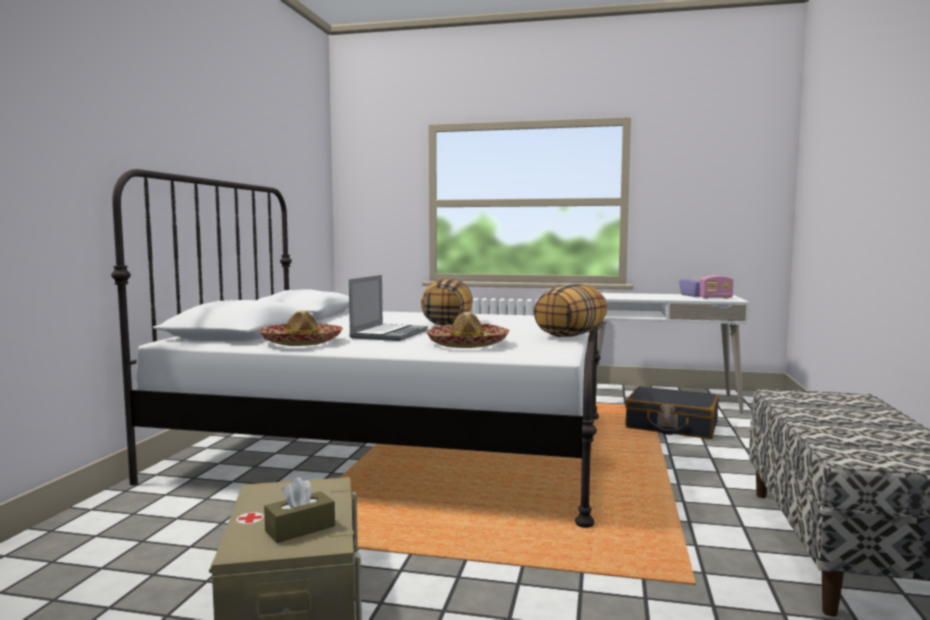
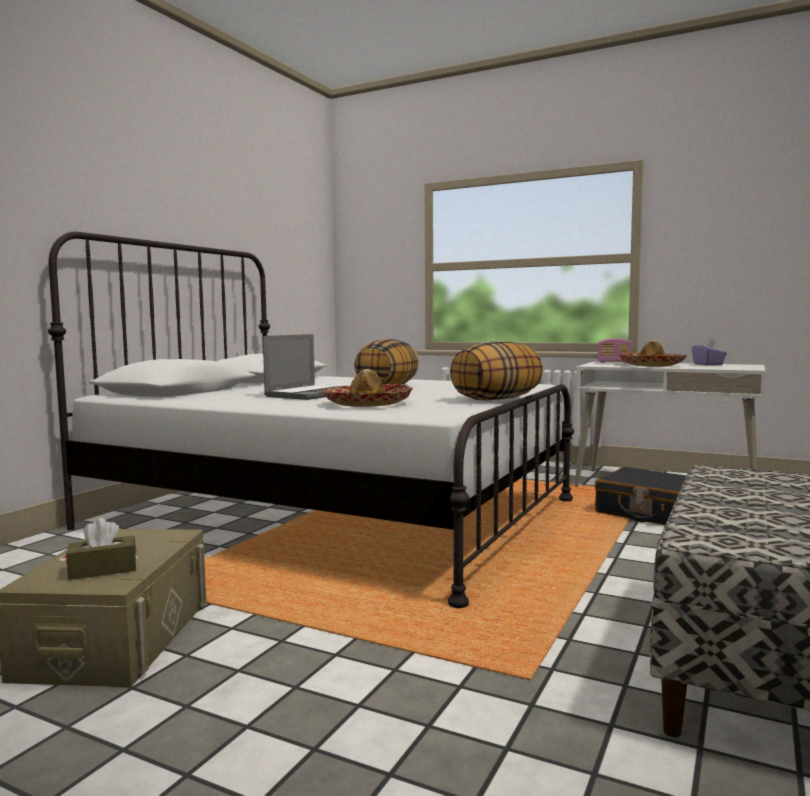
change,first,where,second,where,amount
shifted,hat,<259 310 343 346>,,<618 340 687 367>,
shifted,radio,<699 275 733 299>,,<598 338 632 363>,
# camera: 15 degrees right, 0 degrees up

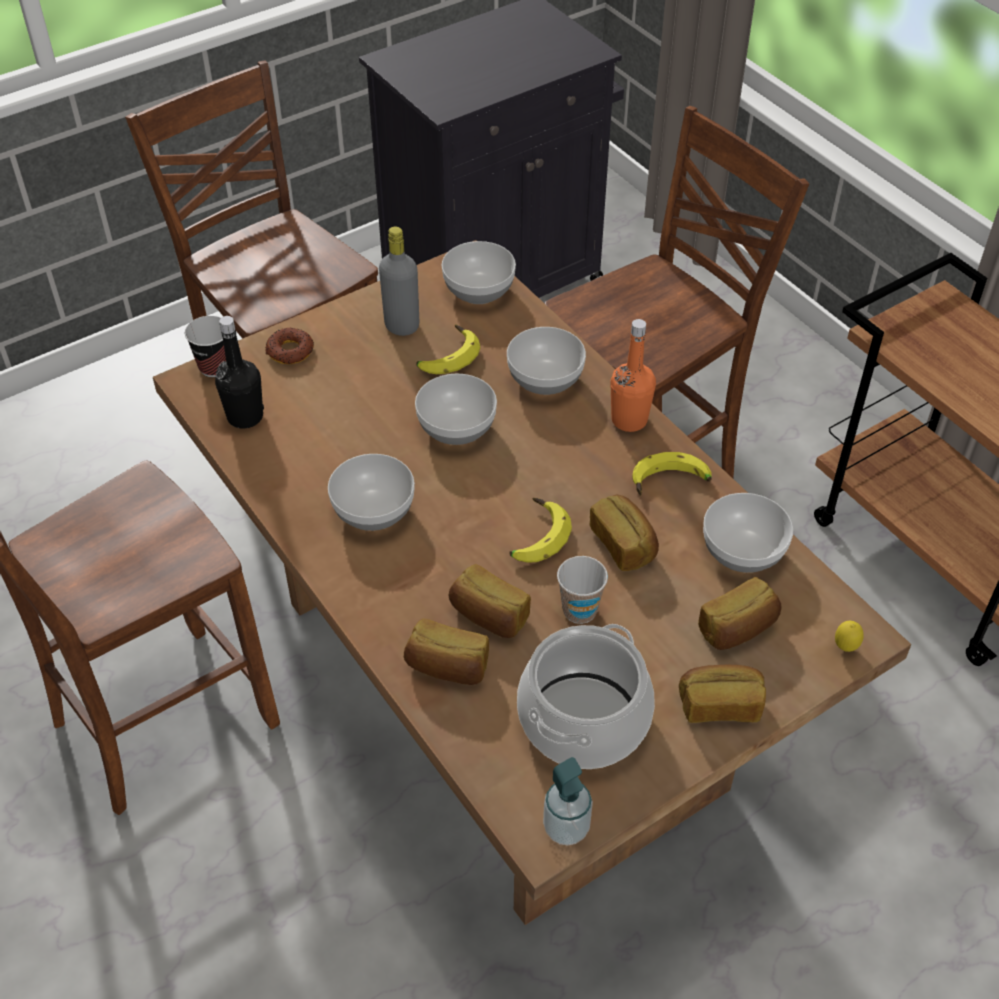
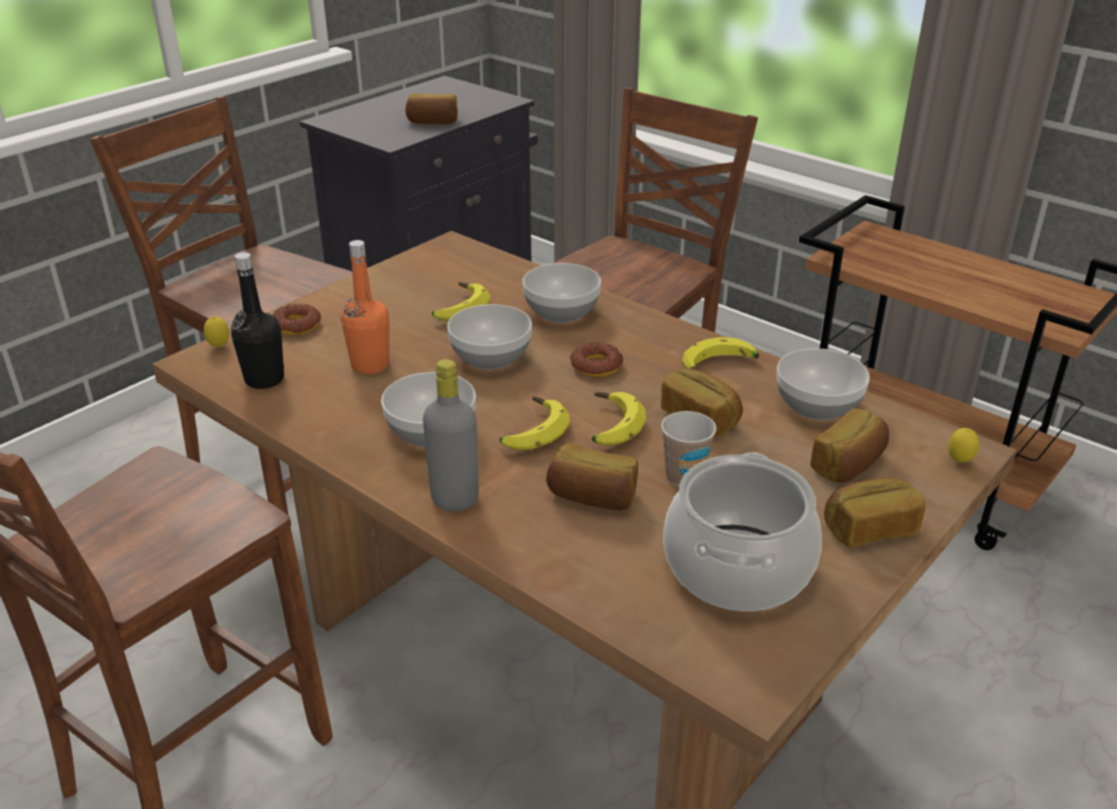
change,first,where,second,where,amount
swapped,cup,<185 316 226 377>,lemon,<204 316 229 348>,
shifted,bottle/grey,<379 226 419 336>,,<423 359 479 511>,
shifted,bread,<404 618 489 685>,,<405 93 458 124>,
gone,bowl,<442 241 516 304>,,,
gone,soap dispenser,<543 757 593 846>,,,
shifted,bottle/orange,<610 319 656 432>,,<341 240 389 374>,
new,,,banana,<499 397 570 450>,
new,,,donut,<570 342 623 377>,
# camera: 15 degrees left, 15 degrees down

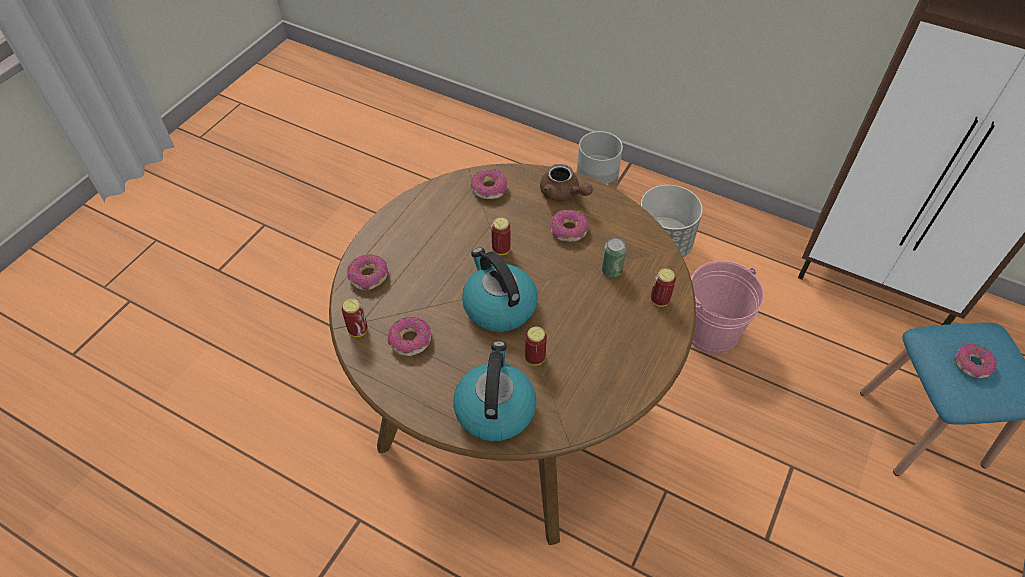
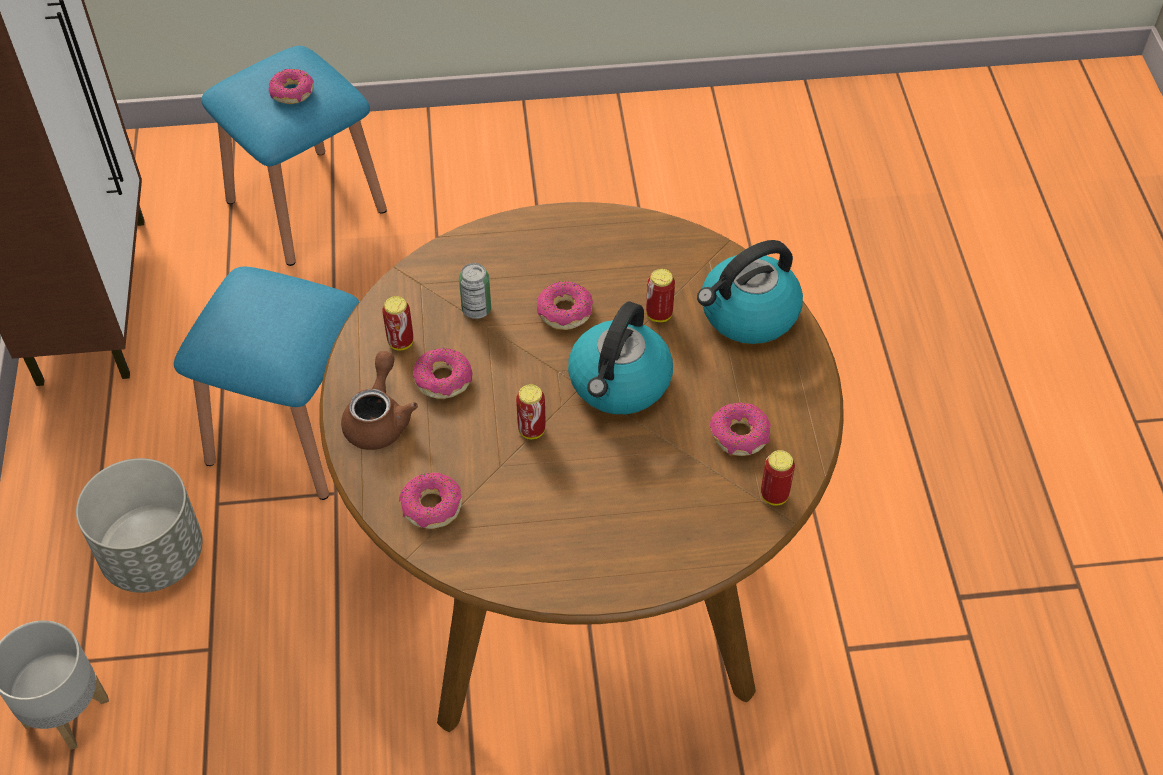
change,first,where,second,where,amount
shifted,donut,<347 254 389 290>,,<537 281 593 330>,
shifted,can,<651 268 676 307>,,<382 296 413 351>,
swapped,bucket/pink,<691 261 764 354>,stool/blue,<174 267 360 500>,
# camera: 125 degrees left, 0 degrees up

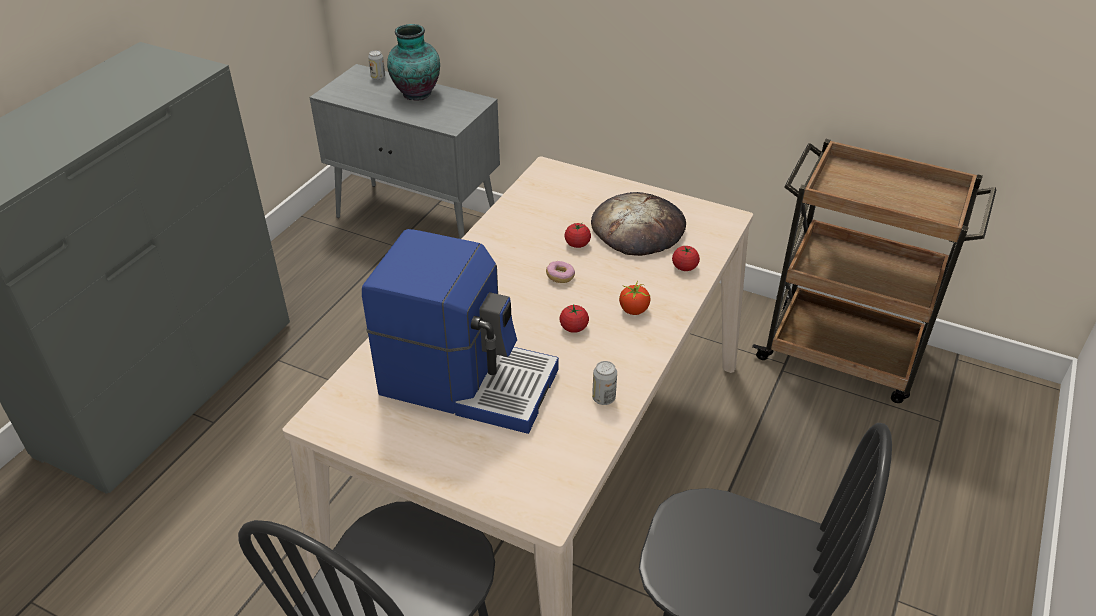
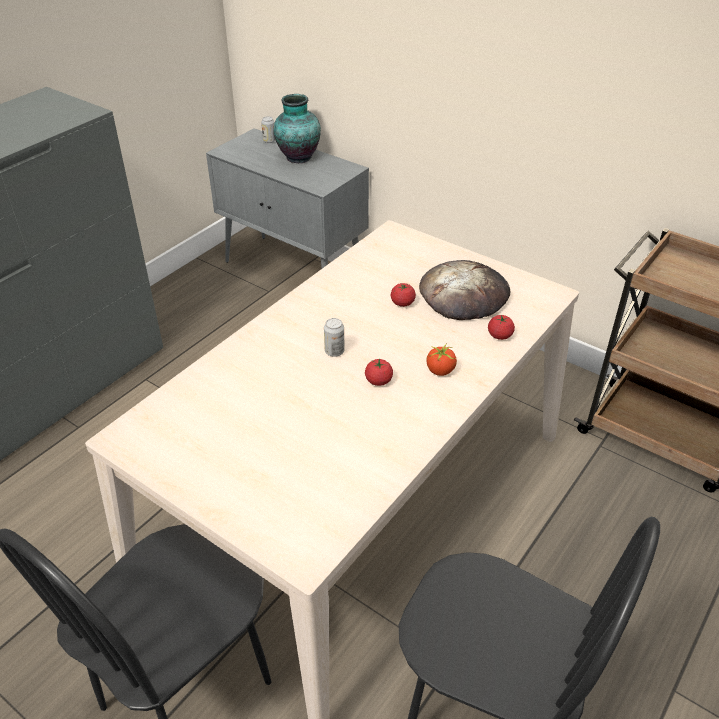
change,first,where,second,where,amount
gone,coffee machine,<362 229 559 434>,,,
gone,donut,<546 261 575 283>,,,
shifted,can,<592 361 617 405>,,<324 318 344 357>,
# camera: 10 degrees right, 0 degrees up

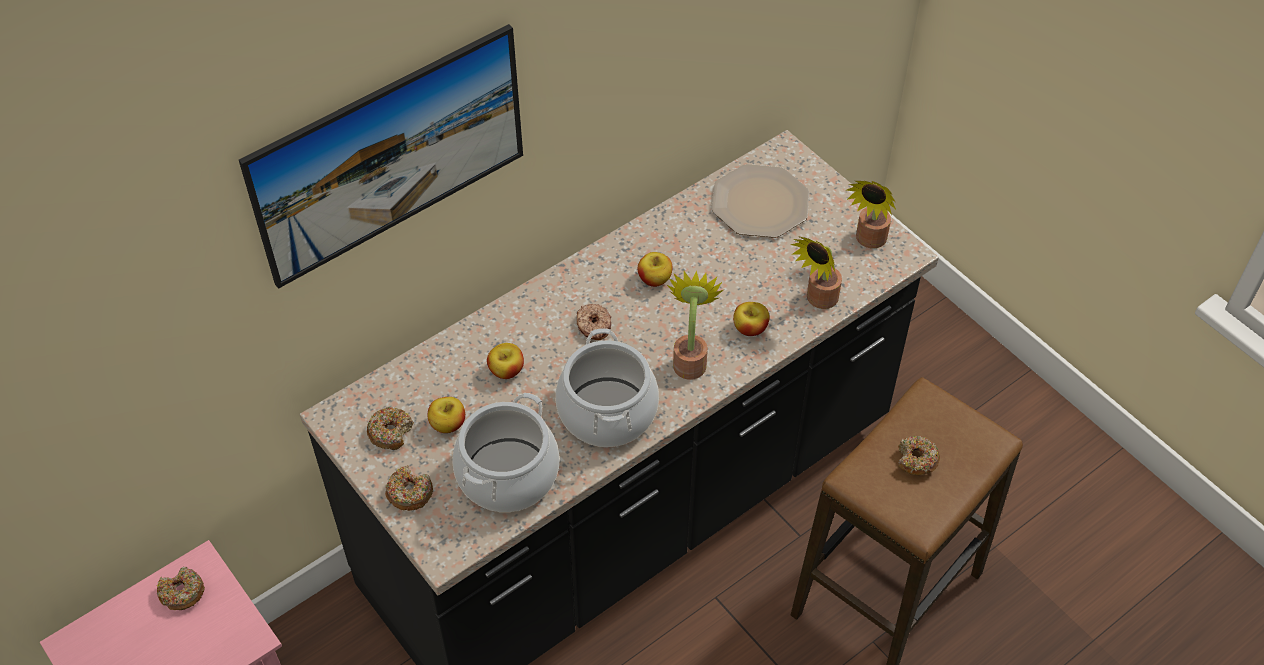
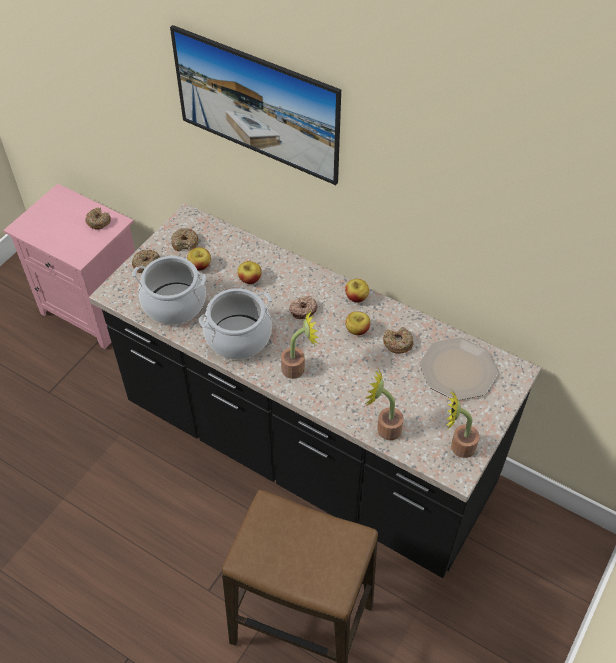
change,first,where,second,where,amount
shifted,apple,<733 302 770 336>,,<345 279 369 303>,
shifted,donut,<898 436 940 475>,,<383 327 413 354>,
# camera: 70 degrees right, 0 degrees up

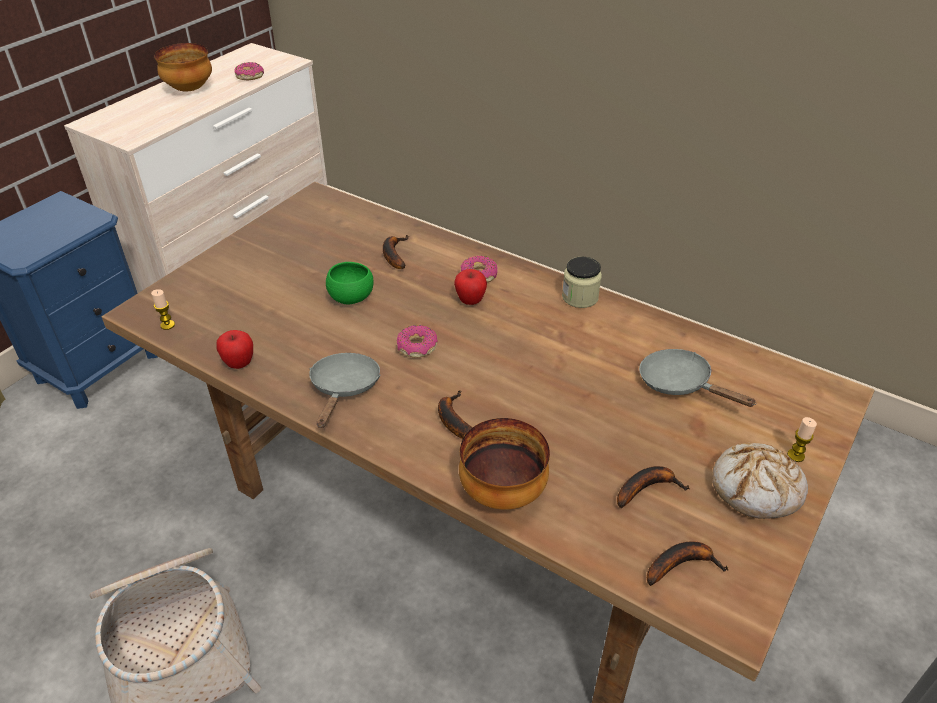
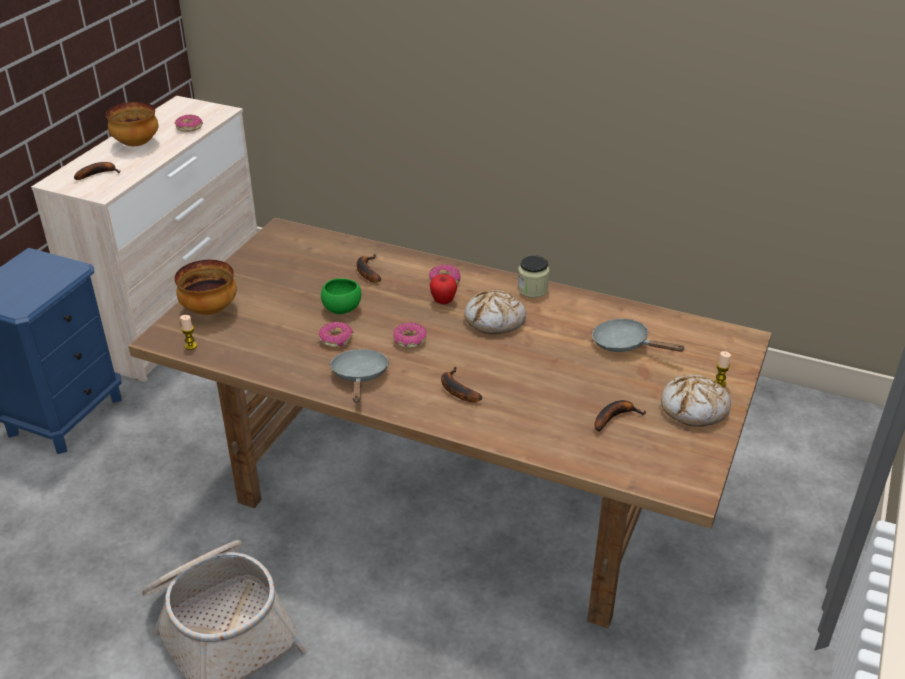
change,first,where,second,where,amount
gone,apple,<217 330 253 369>,,,
shifted,bowl,<459 418 550 510>,,<174 260 237 315>,
shifted,banana,<647 541 728 586>,,<74 162 120 180>,
new,,,donut,<319 322 353 348>,
new,,,bread,<464 291 526 334>,
# camera: 10 degrees left, 5 degrees down

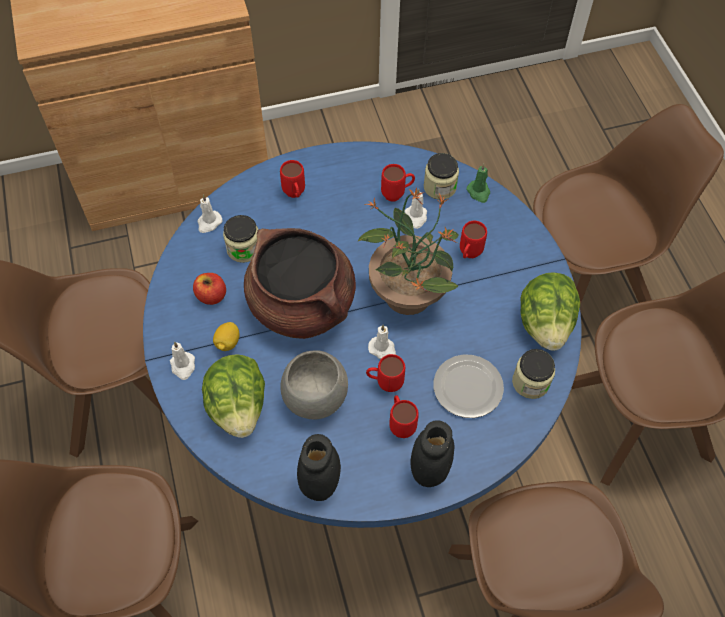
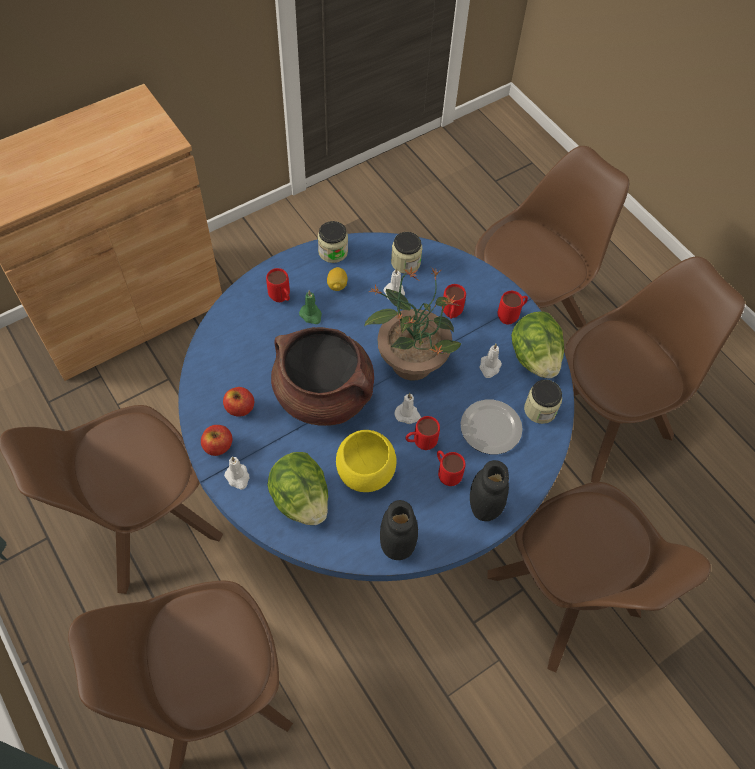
change,first,where,second,where,amount
shifted,candle/white,<197 194 223 233>,,<480 344 502 378>,
shifted,lemon,<213 322 240 351>,,<327 267 348 291>,
shifted,jar,<223 215 258 263>,,<318 221 348 263>,
repainted,bowl/grey,<280 350 348 419>,bowl/yellow,<336 430 397 492>,
shifted,mug/red,<381 164 415 202>,,<498 291 528 325>,
shifted,candle/green,<466 163 490 203>,,<299 290 322 324>,
new,,,apple,<201 425 233 456>,
# camera: 20 degrees left, 0 degrees up

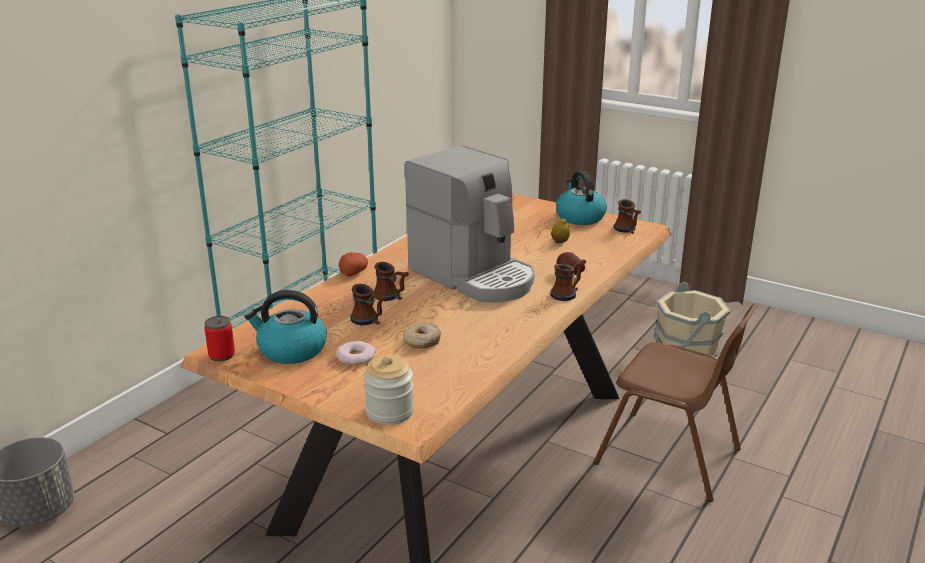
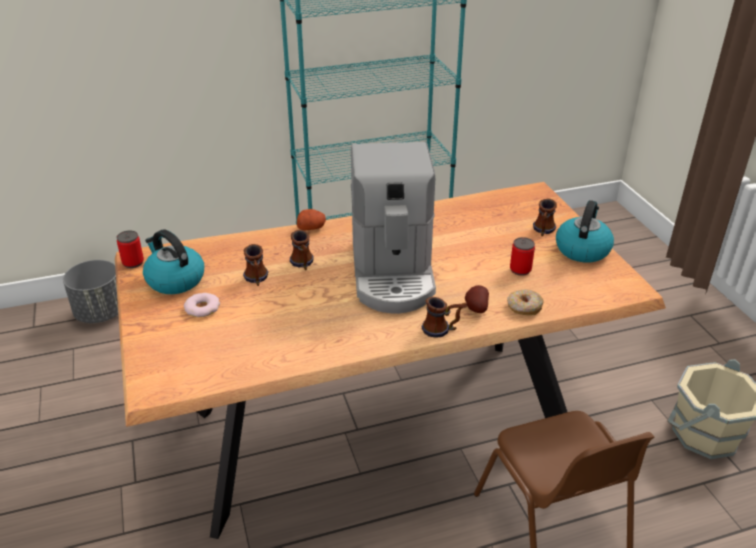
change,first,where,second,where,amount
gone,jar,<364 355 414 425>,,,
shifted,donut,<403 323 441 349>,,<507 290 544 315>,
swapped,lemon,<551 218 570 243>,can,<510 237 535 276>,
shifted,mug,<613 199 641 234>,,<533 198 557 236>,
# camera: 40 degrees right, 10 degrees up

